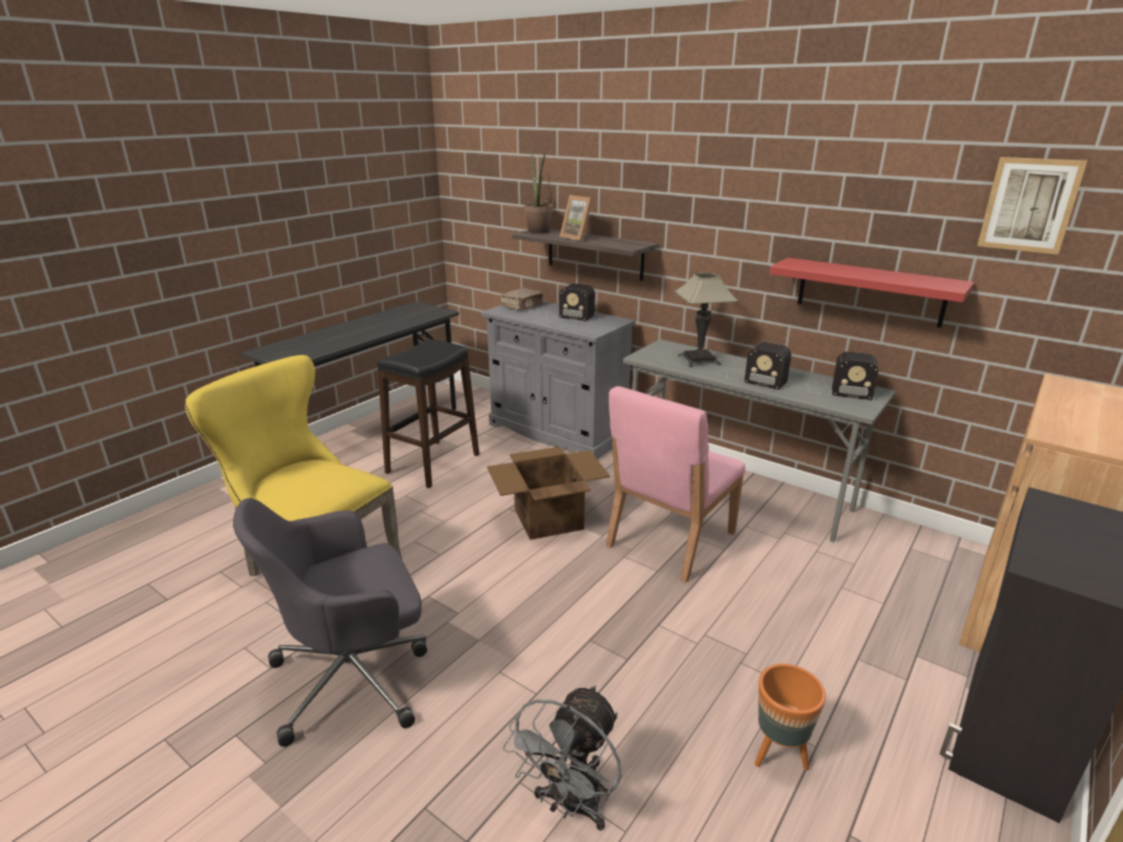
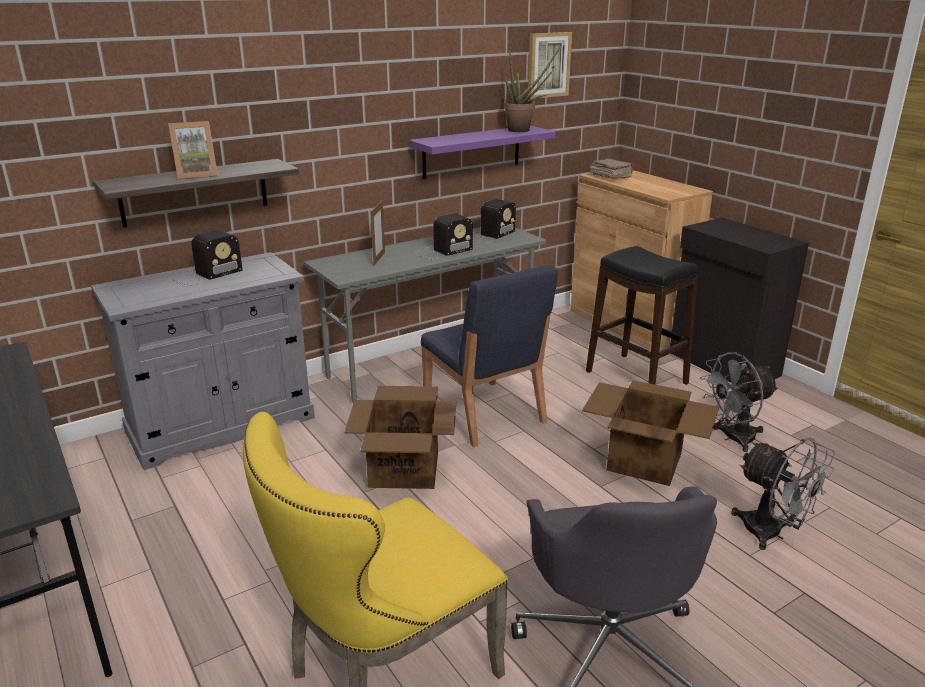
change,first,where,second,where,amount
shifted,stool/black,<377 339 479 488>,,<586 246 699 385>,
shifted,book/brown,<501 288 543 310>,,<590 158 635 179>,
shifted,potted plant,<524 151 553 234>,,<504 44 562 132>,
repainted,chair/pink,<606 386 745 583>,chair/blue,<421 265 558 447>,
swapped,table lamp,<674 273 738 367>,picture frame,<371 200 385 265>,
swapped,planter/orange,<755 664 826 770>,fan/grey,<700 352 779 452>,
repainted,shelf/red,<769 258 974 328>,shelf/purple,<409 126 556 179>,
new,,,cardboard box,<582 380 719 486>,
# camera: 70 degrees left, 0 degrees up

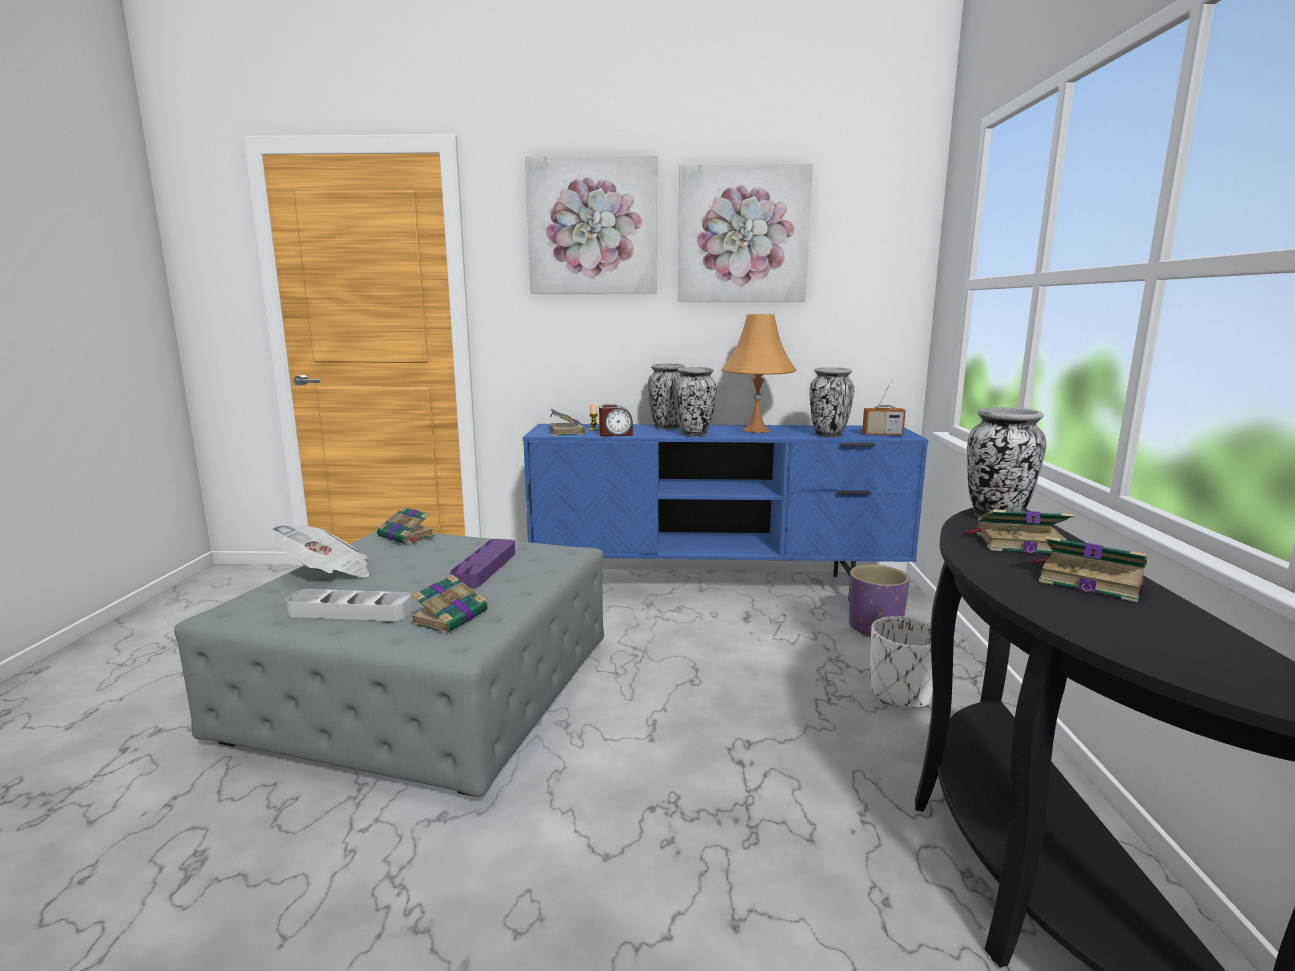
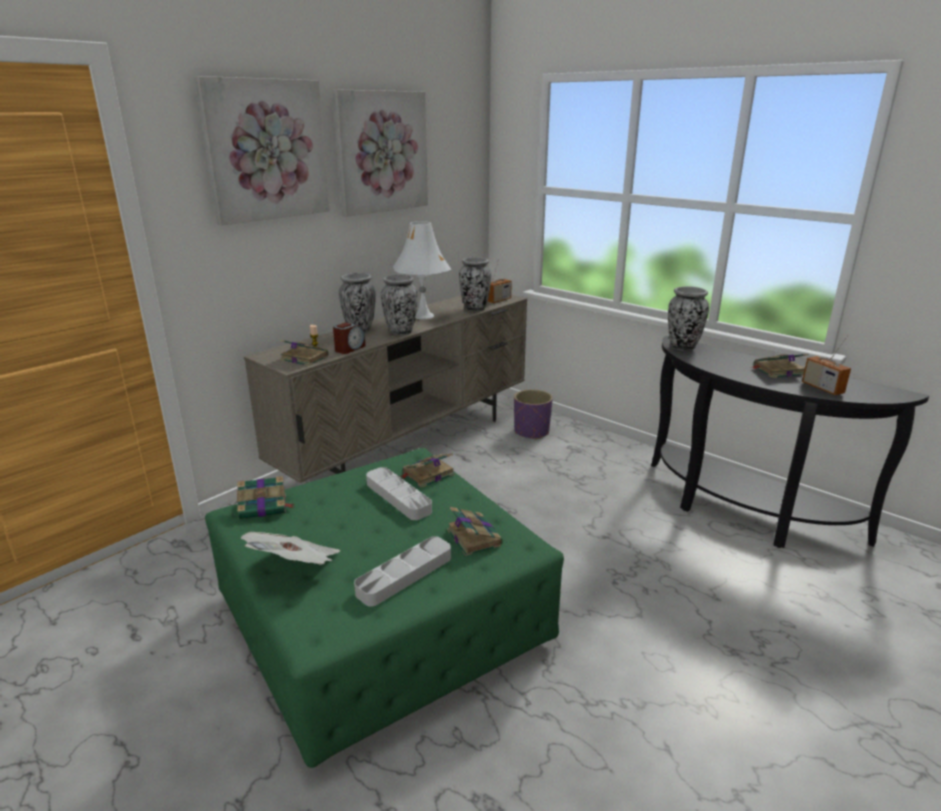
change,first,where,second,where,amount
repainted,ottoman/grey,<174 530 604 797>,ottoman/green,<205 448 564 768>,
repainted,tray/purple,<450 539 515 589>,tray/grey,<366 467 432 520>,
repainted,tv stand/blue,<523 424 928 600>,tv stand/beige,<244 295 527 483>,
repainted,table lamp/orange,<721 314 796 433>,table lamp/white,<393 221 451 319>,
gone,planter/white,<870 616 933 708>,,,
shifted,book,<964 509 1074 553>,,<400 453 455 488>,
new,,,radio,<802 335 851 395>,
# camera: 50 degrees left, 10 degrees up

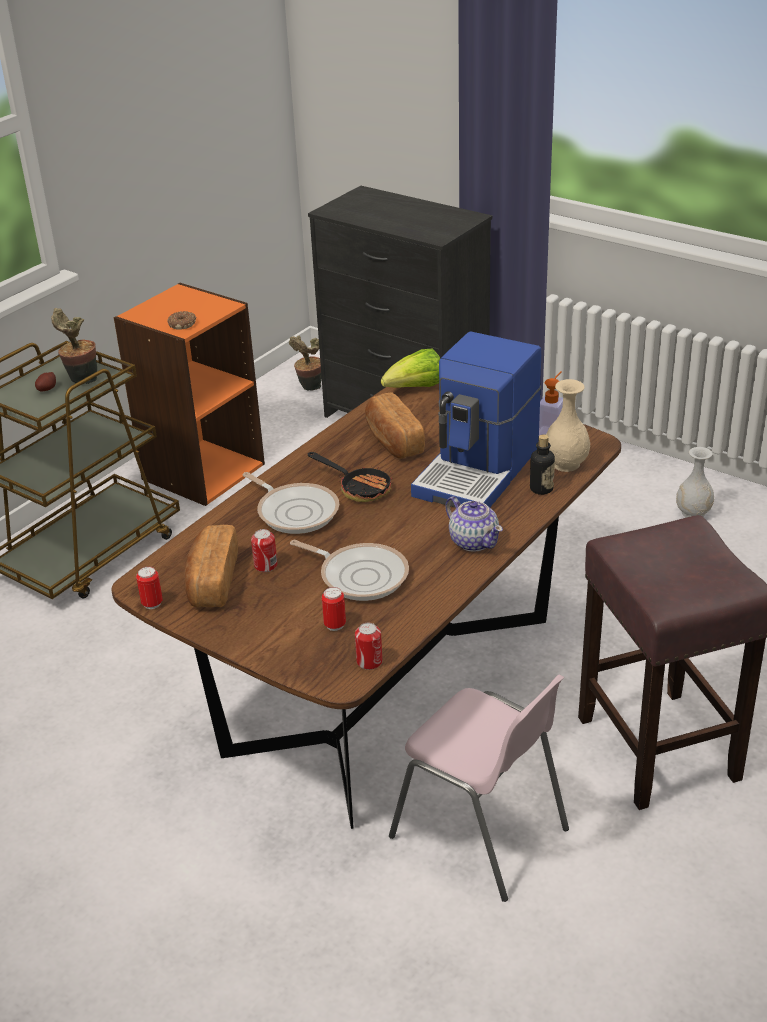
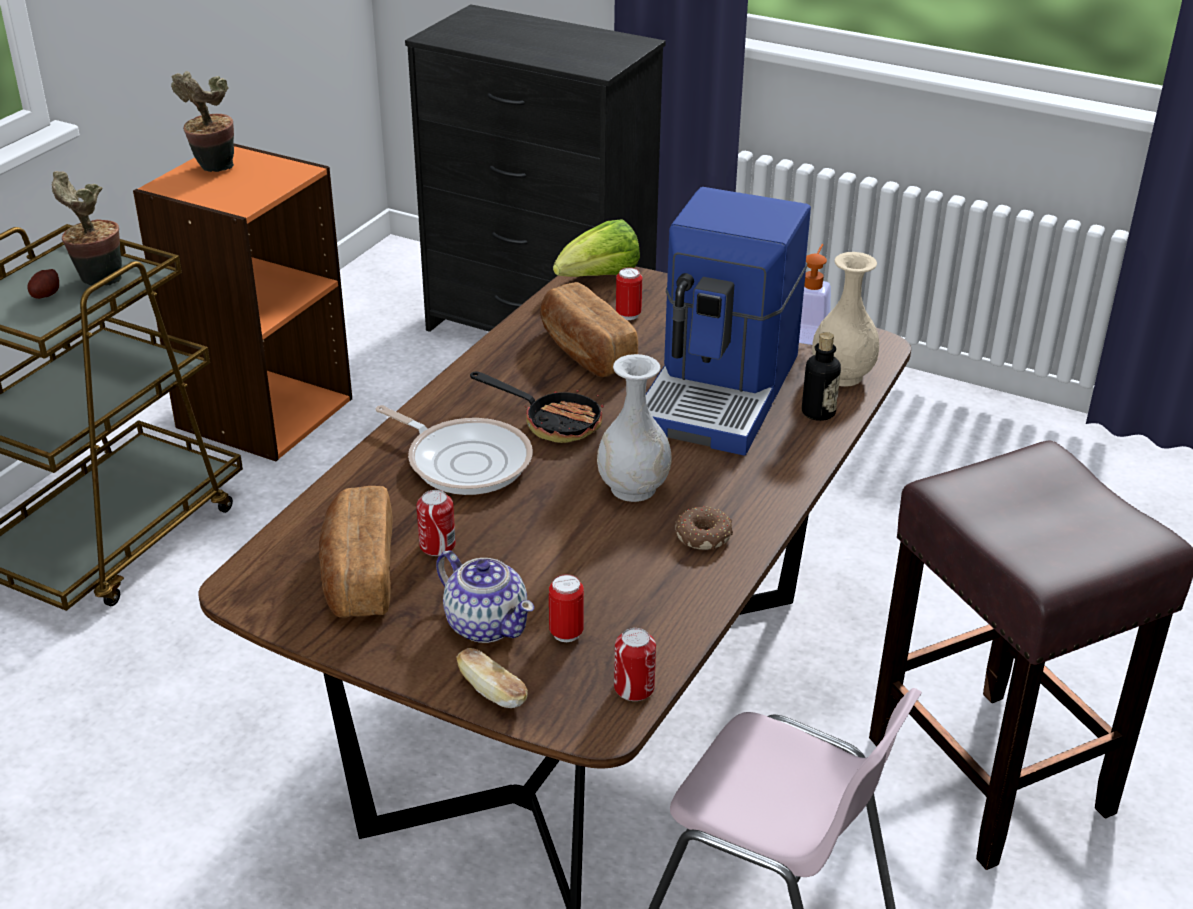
change,first,where,second,where,amount
shifted,can,<136 566 163 609>,,<616 267 642 320>,
shifted,donut,<167 311 197 330>,,<675 506 733 550>,
shifted,potted plant,<289 336 322 391>,,<171 71 234 172>,
gone,frying pan,<290 540 409 601>,,,
shifted,teapot,<445 496 503 552>,,<436 550 534 643>,
shifted,vase/white,<676 447 714 518>,,<597 354 672 502>,
new,,,bread,<457 648 528 708>,
# camera: 10 degrees left, 0 degrees up

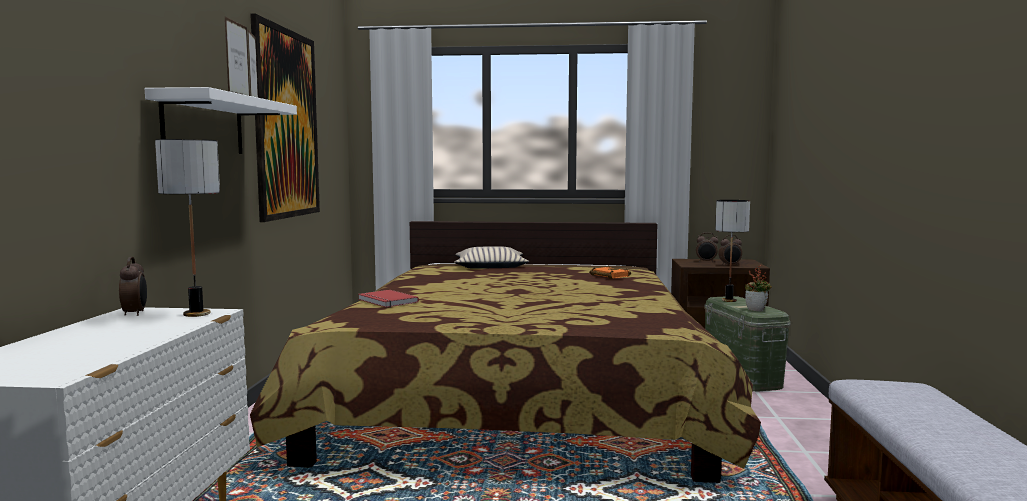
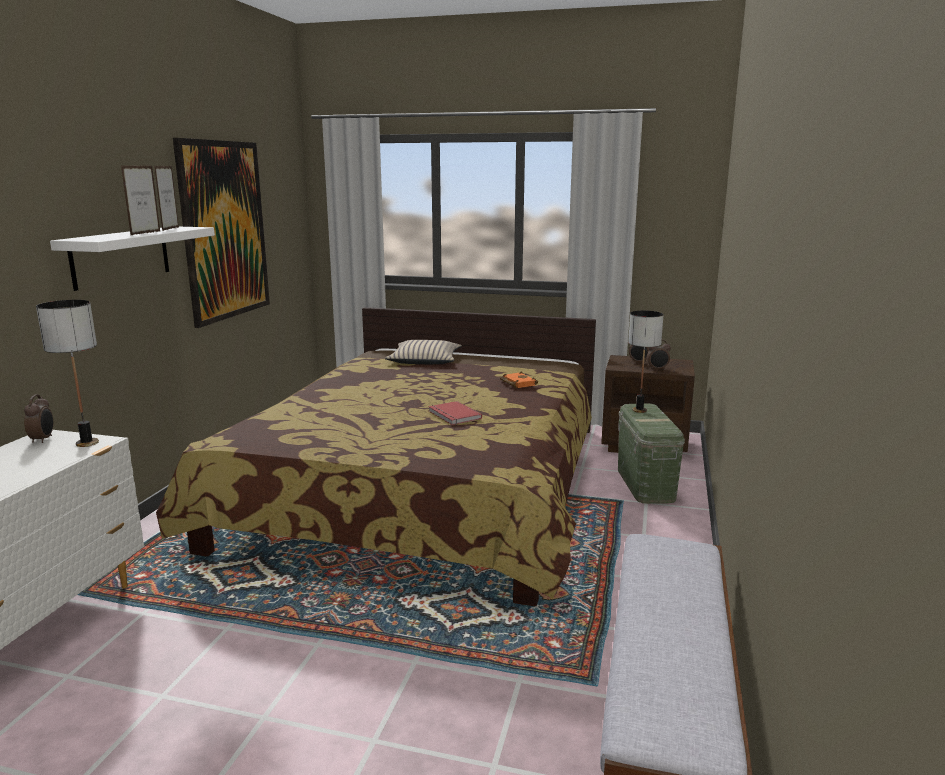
change,first,where,second,where,amount
shifted,book/red,<358 290 419 308>,,<428 401 482 425>,
gone,potted plant,<745 265 772 311>,,,
# camera: 10 degrees right, 10 degrees up

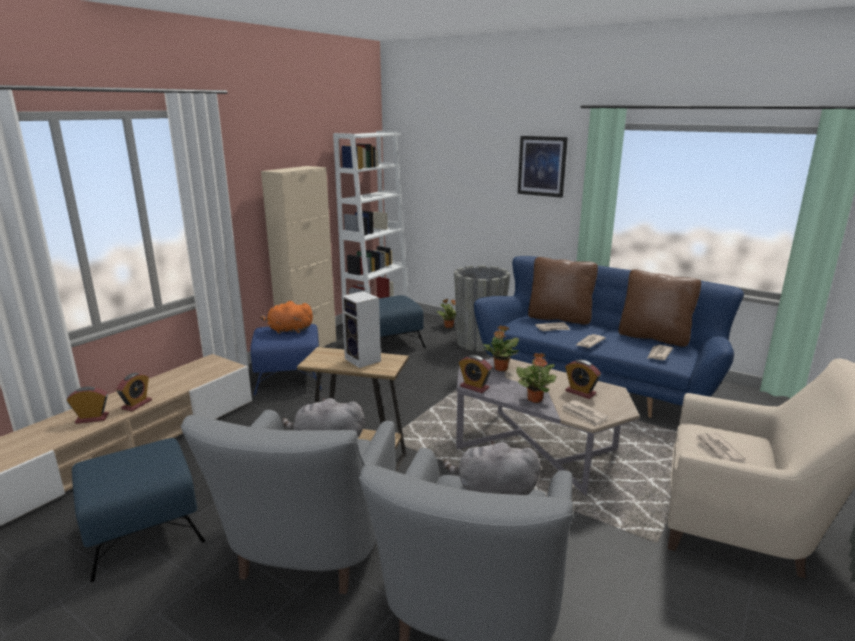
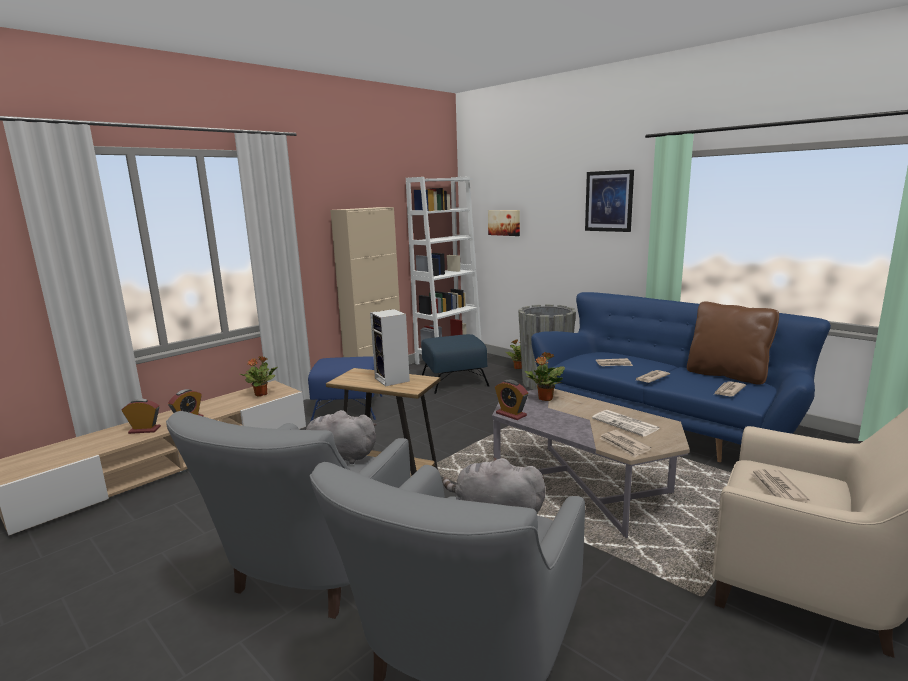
change,first,where,second,where,amount
gone,ottoman/blue,<72 438 205 582>,,,
gone,plush toy/orange,<260 301 313 334>,,,
shifted,potted plant,<516 353 557 403>,,<240 356 277 397>,
gone,pillow/brown,<528 257 598 325>,,,
swapped,alarm clock,<565 360 601 399>,newspaper,<592 410 660 437>,
new,,,picture,<488 210 520 236>,
# camera: 10 degrees right, 5 degrees down

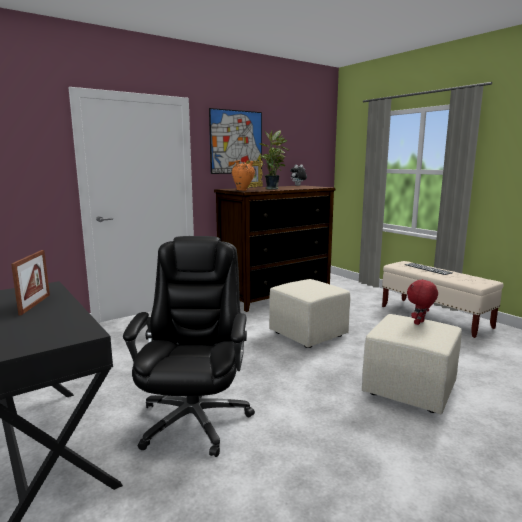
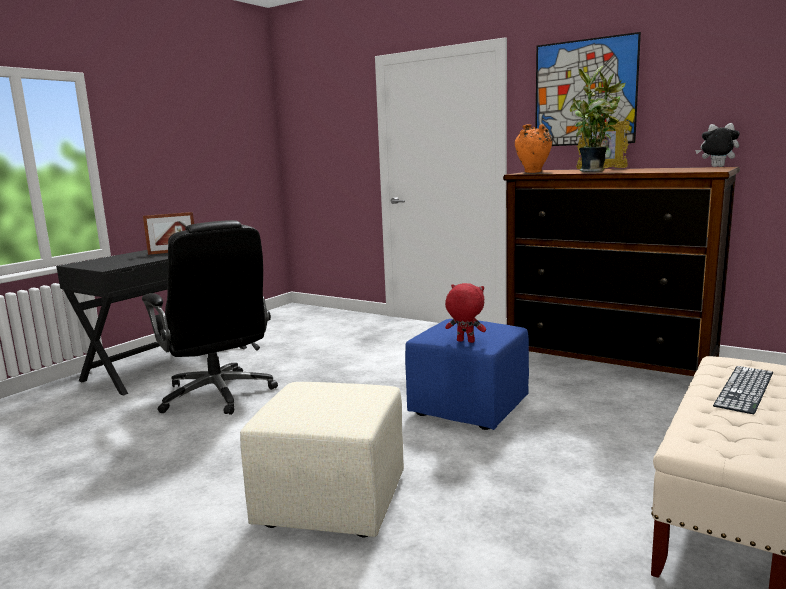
change,first,where,second,where,amount
rotated,office chair/black,<123 236 255 457>,,<142 220 278 415>,75 degrees clockwise
repainted,ottoman/beige,<269 279 350 348>,ottoman/blue,<405 319 529 430>,
shifted,plush toy/red,<407 279 438 325>,,<445 283 486 343>,
# camera: 70 degrees right, 0 degrees up

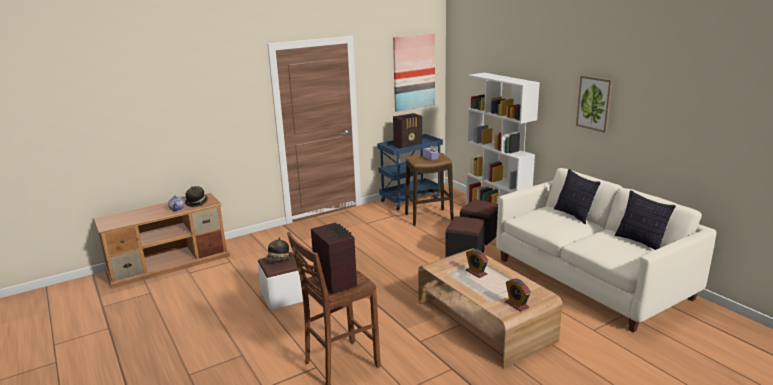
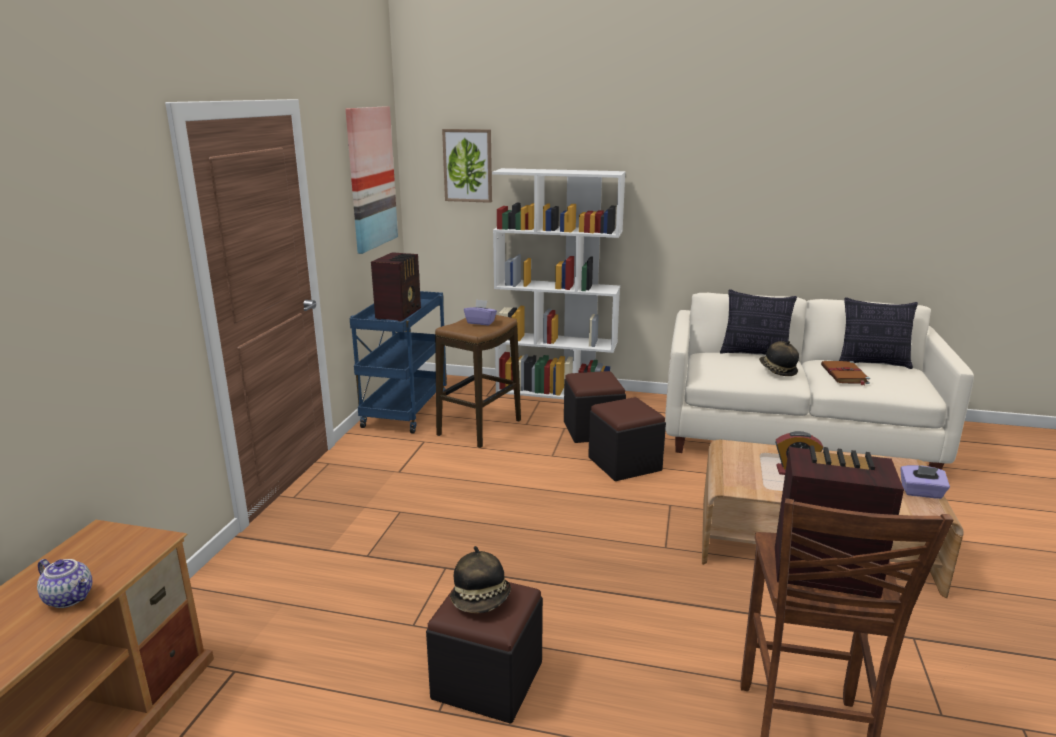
change,first,where,second,where,amount
shifted,hat,<185 186 208 207>,,<759 341 799 376>,
repainted,ottoman/white,<258 252 303 310>,ottoman/black,<426 582 543 724>,
swapped,alarm clock,<505 278 531 312>,tissue box/purple,<900 465 950 499>,
shifted,picture,<576 75 613 133>,,<442 129 492 203>,
new,,,book/brown,<821 361 870 385>,
# camera: 45 degrees left, 0 degrees up

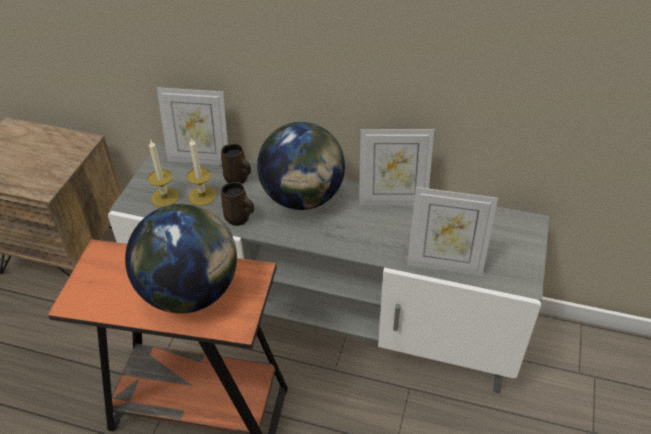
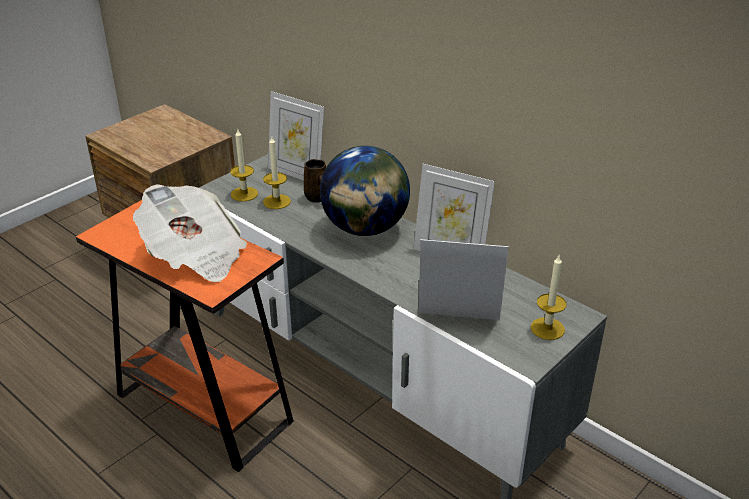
change,first,where,second,where,amount
swapped,globe,<125 204 237 313>,newspaper,<133 184 247 282>,
gone,mug/brown,<221 182 254 226>,,,
rotated,picture frame,<407 187 498 277>,,<419 239 509 320>,150 degrees clockwise
new,,,candle,<531 255 567 340>,
# camera: 25 degrees right, 10 degrees down

